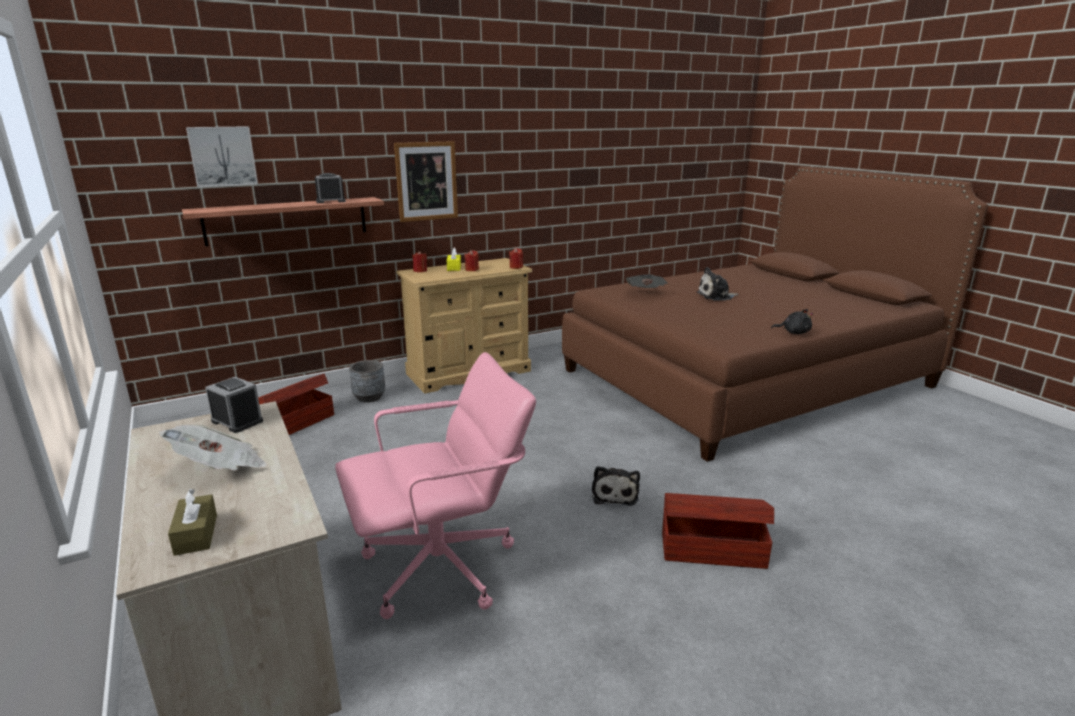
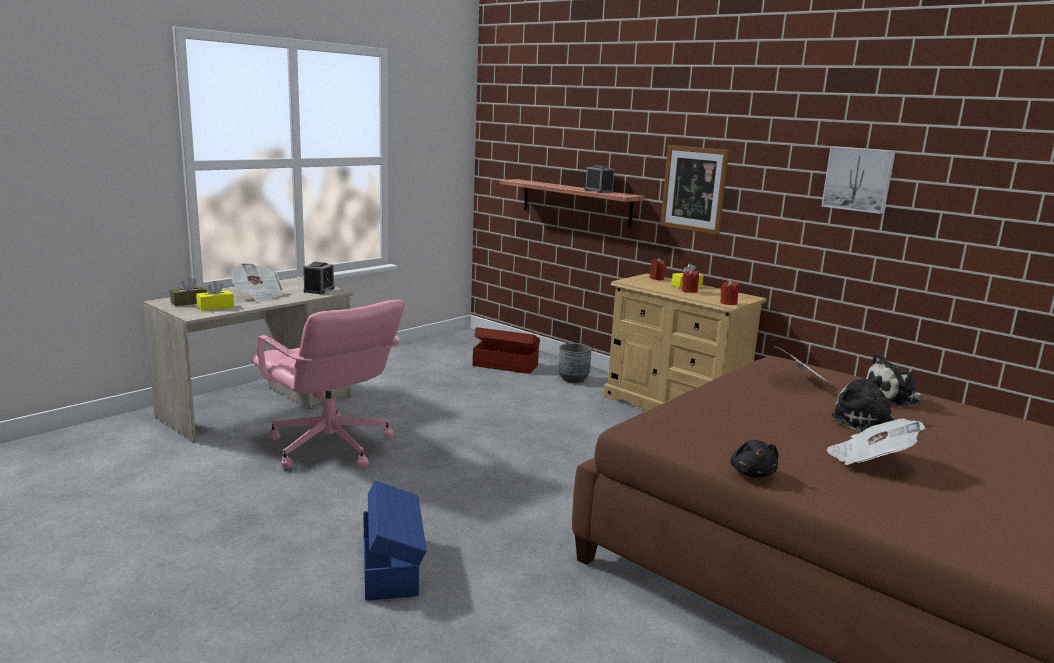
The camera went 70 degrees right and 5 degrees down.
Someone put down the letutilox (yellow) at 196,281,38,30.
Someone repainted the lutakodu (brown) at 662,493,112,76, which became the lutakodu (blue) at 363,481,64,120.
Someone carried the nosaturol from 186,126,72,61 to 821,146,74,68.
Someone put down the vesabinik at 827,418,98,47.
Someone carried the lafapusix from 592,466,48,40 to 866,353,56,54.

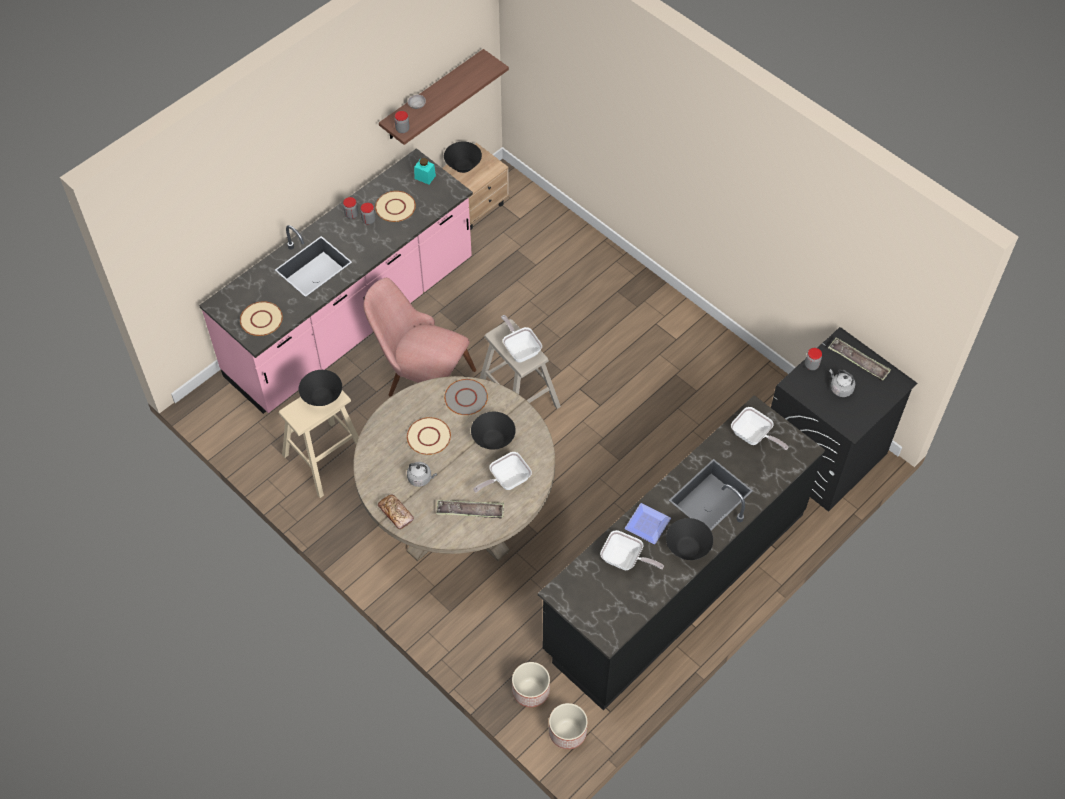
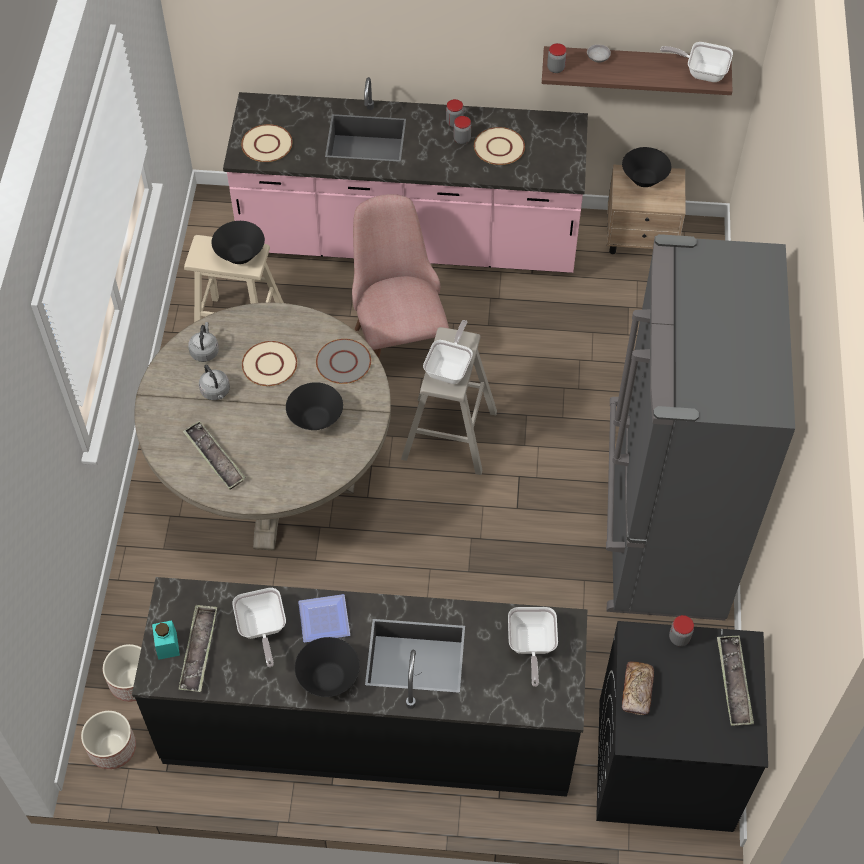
The camera went 50 degrees right and 0 degrees up.
Someone carried the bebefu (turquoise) from 414,158,22,27 to 152,620,28,40.
Someone put down the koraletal at 179,605,38,87.
Someone carried the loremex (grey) from 829,369,26,28 to 188,322,31,40.
Someone put down the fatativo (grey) at 606,234,189,387.
Someone carried the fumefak from 378,494,36,35 to 622,661,32,54.
Someone carried the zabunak from 473,452,59,40 to 660,42,73,40.

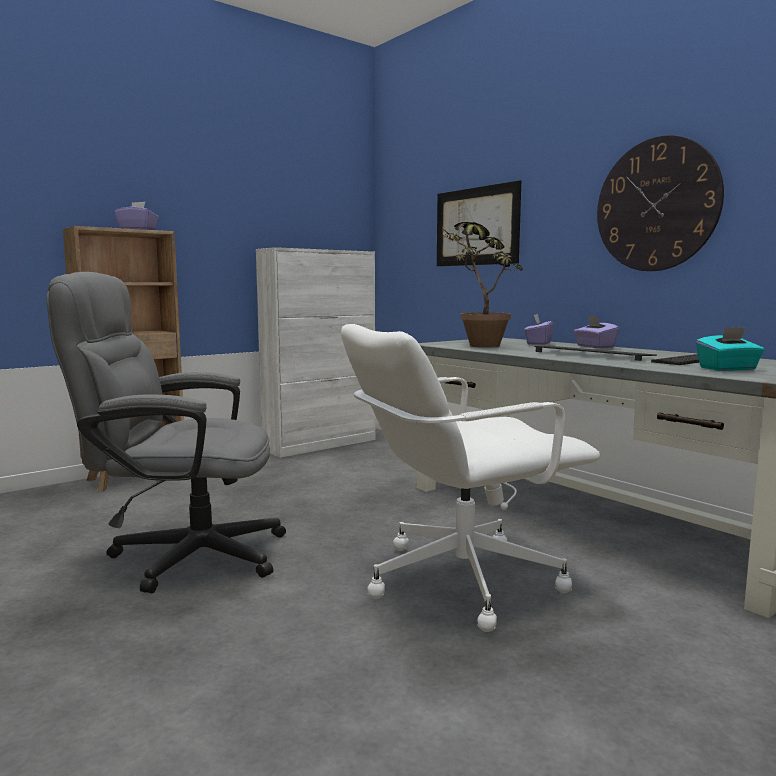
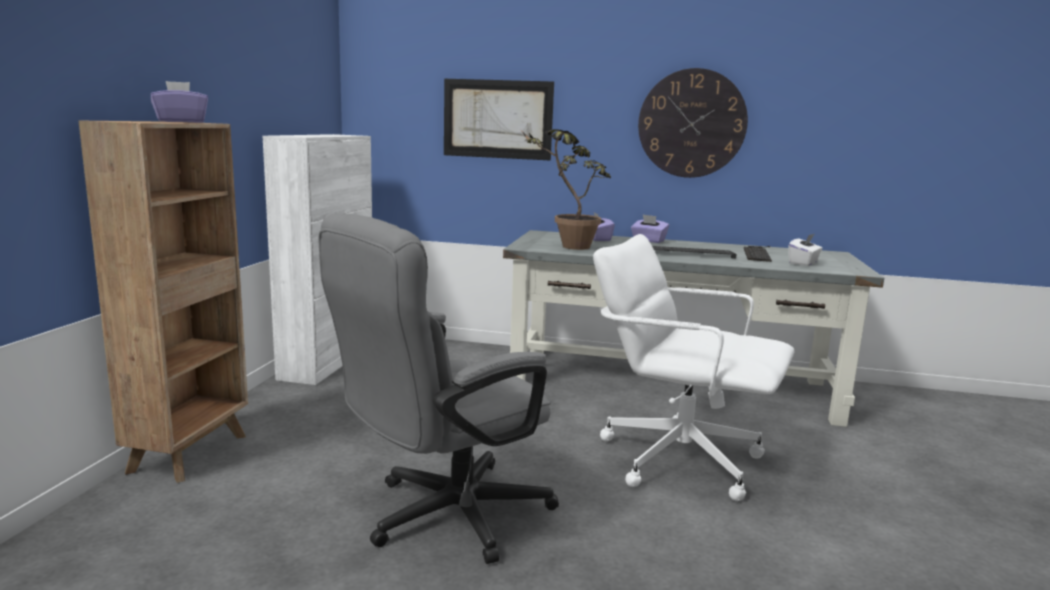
The camera went 40 degrees left and 5 degrees up.
Someone rotated the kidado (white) at 341,324,259,308 by 90 degrees clockwise.
Someone repainted the letutilox (turquoise) at 696,327,69,44, which became the letutilox (white) at 788,234,35,32.

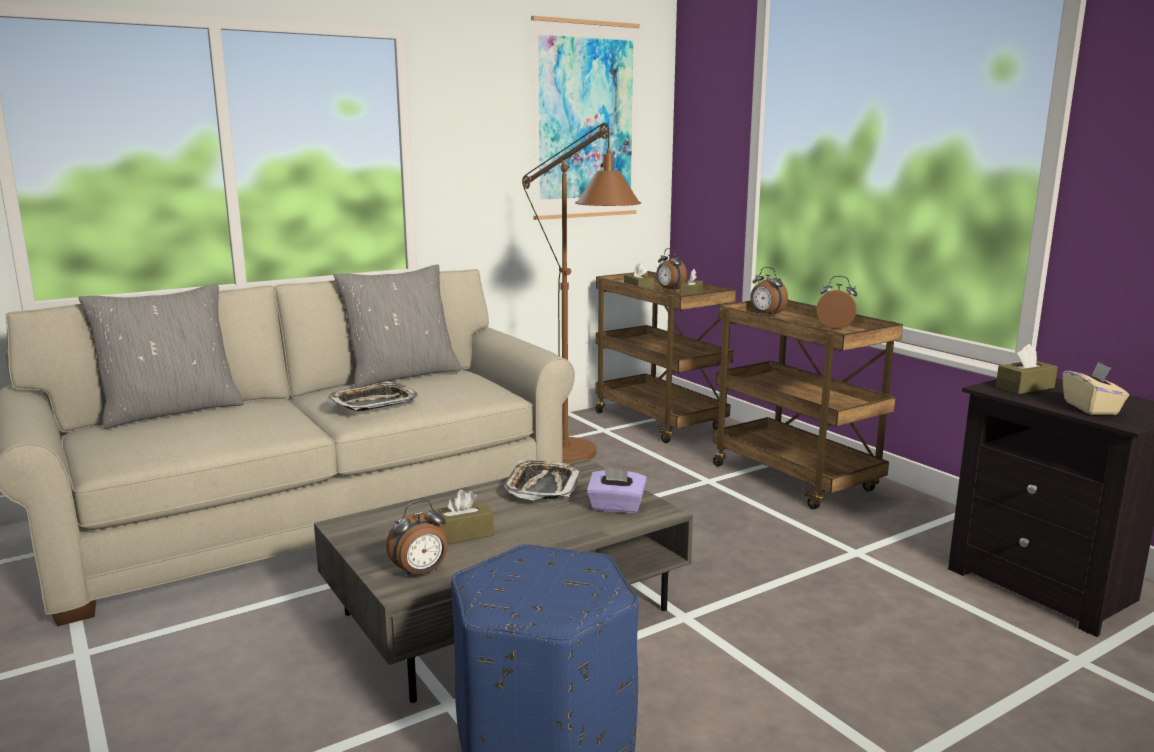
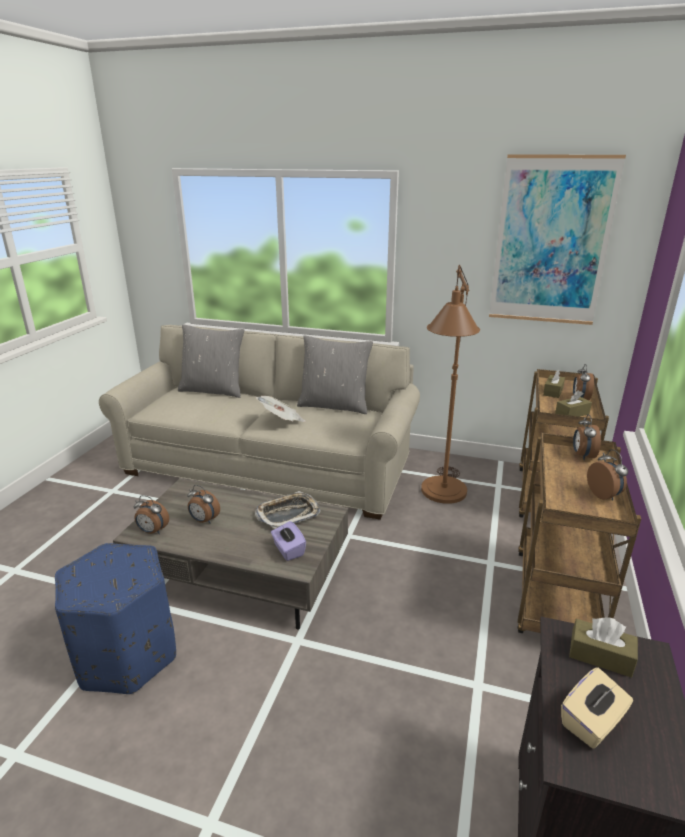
The camera went 50 degrees right and 10 degrees up.
Someone swapped the letutilox (brown) at 429,490,65,54 for the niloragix at 187,485,33,39.
Someone swapped the koraletal at 327,382,92,29 for the vesabinik at 256,396,50,26.

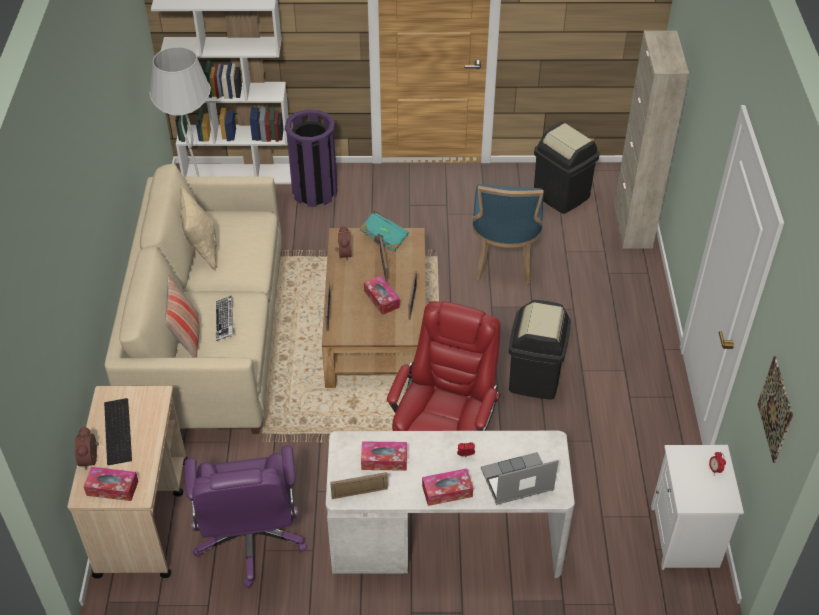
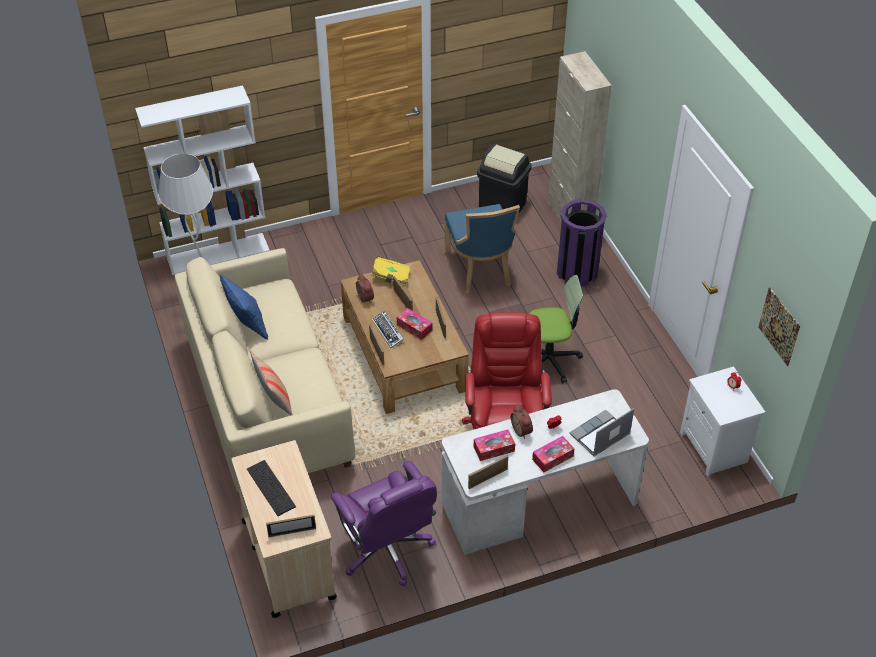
The camera went 20 degrees left and 0 degrees up.
Someone repainted the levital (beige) at 180,187,37,84, which became the levital (blue) at 220,275,48,64.
Someone swapped the letutilox at 83,467,55,34 for the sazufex at 266,515,50,22.
Someone repainted the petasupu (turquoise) at 360,211,49,41, which became the petasupu (yellow) at 371,256,39,30.
Someone carried the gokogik from 215,295,19,46 to 372,310,32,38.
Someone carried the niloragix from 75,426,24,44 to 511,405,22,34.
Someone swapped the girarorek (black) at 509,300,62,100 for the kidado at 529,275,54,108.
Someone carried the girarorek (purple) from 285,109,52,98 to 557,199,50,88.

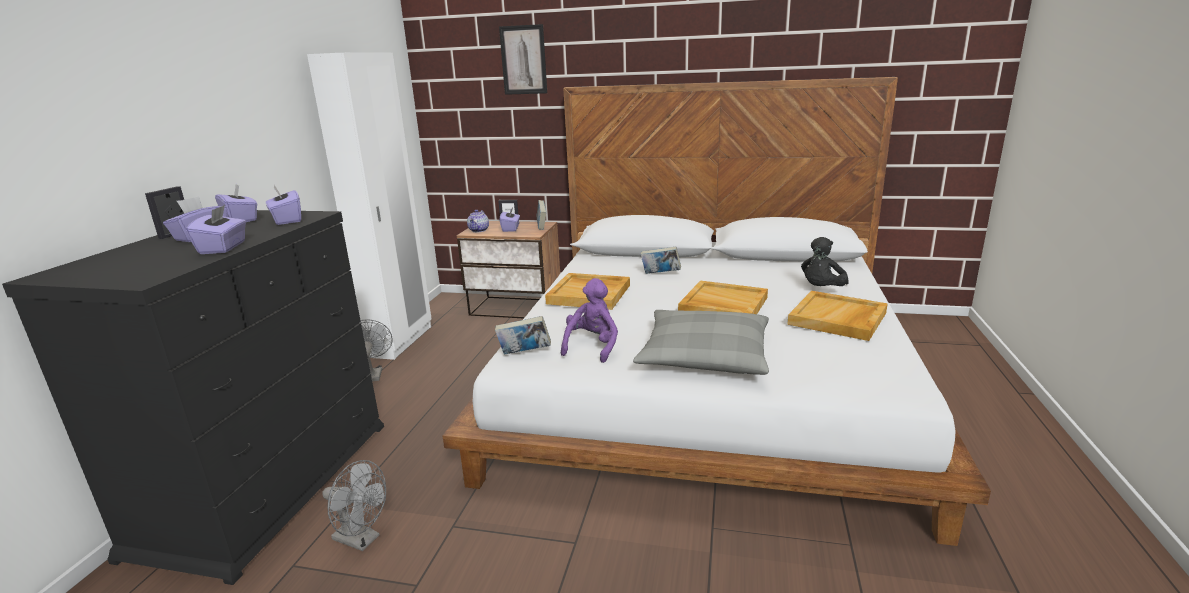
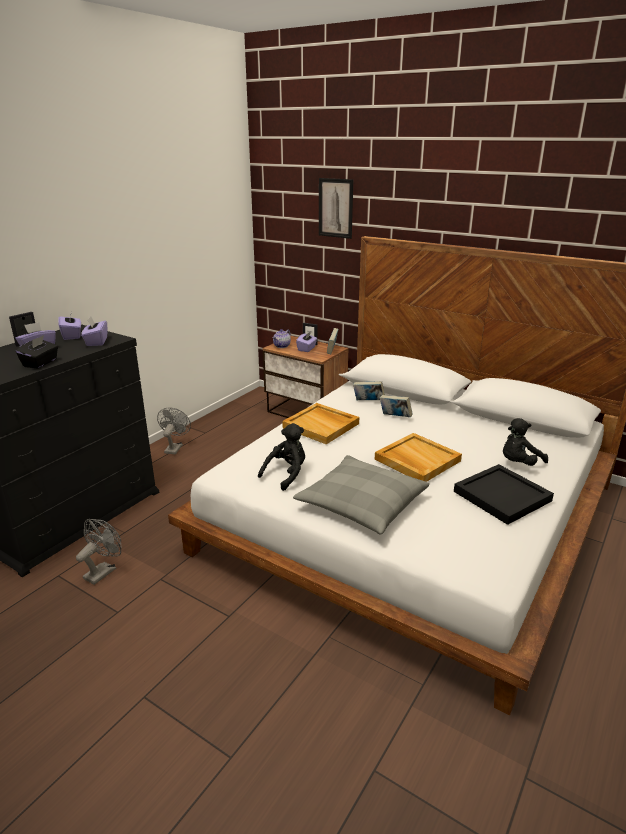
The camera went 20 degrees right and 5 degrees up.
Someone repainted the letutilox (purple) at 186,205,60,49, which became the letutilox (black) at 16,335,42,34.
Someone rotated the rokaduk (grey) at 322,460,64,91 by 105 degrees counterclockwise.
Someone repainted the lafapusix (purple) at 561,278,57,85, which became the lafapusix (black) at 258,423,47,68.
Someone carried the petasupu from 495,316,56,39 to 353,381,32,19.
Someone repainted the koraletal (beige) at 787,291,101,50, which became the koraletal (black) at 454,464,100,61.
Someone took away the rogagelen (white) at 307,52,125,308.

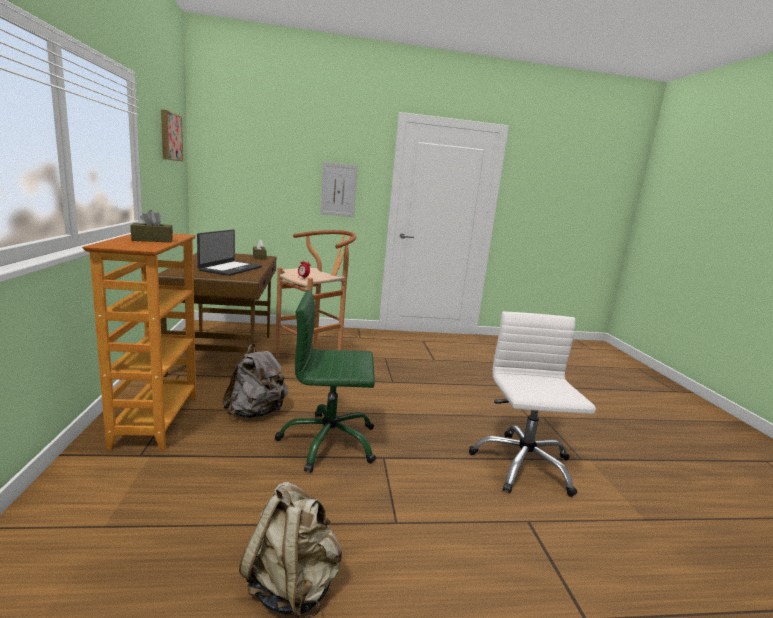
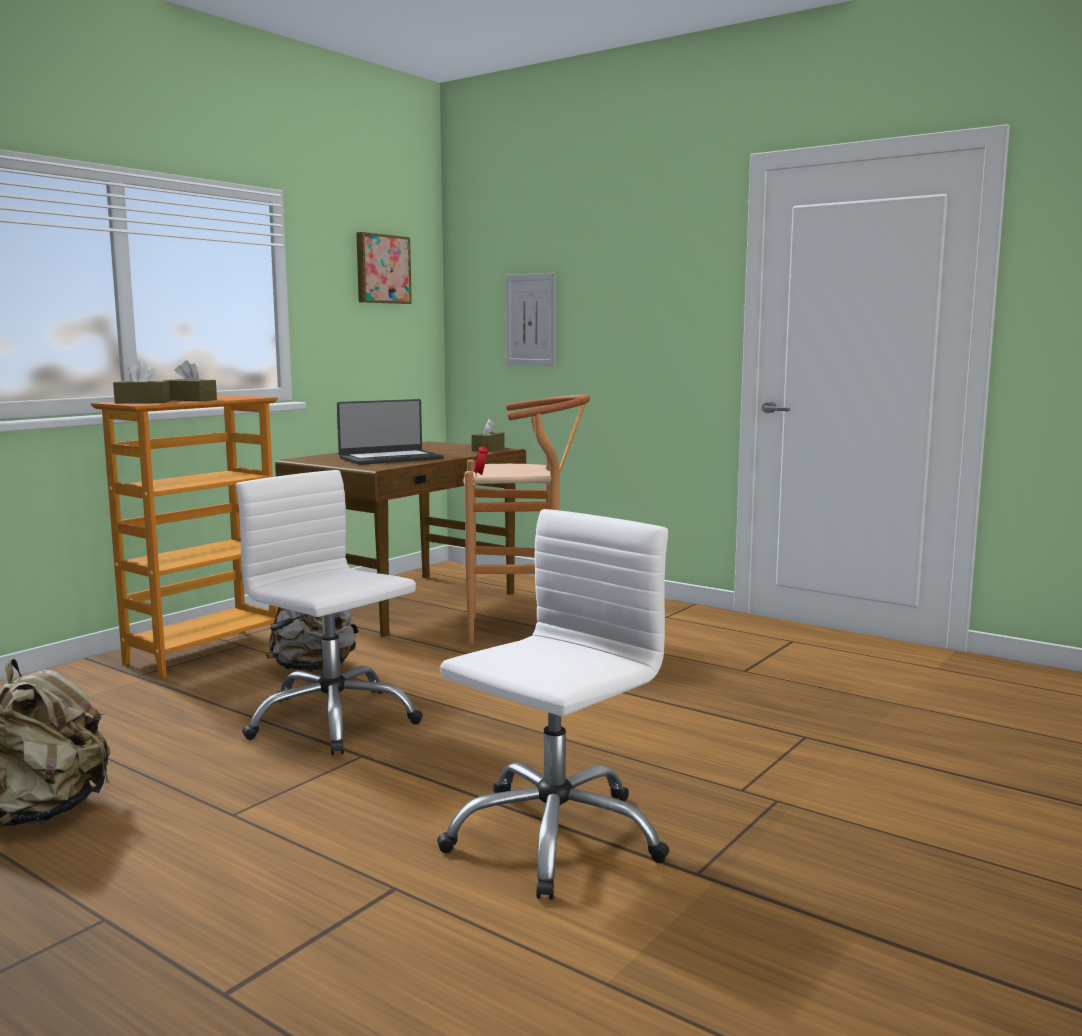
The camera went 45 degrees right and 5 degrees down.
Someone put down the letutilox (brown) at 113,361,57,42.
Someone repainted the kidado (green) at 275,290,101,183, which became the kidado (white) at 236,470,187,285.
Someone carried the nosaturol from 320,162,38,55 to 505,273,51,93.

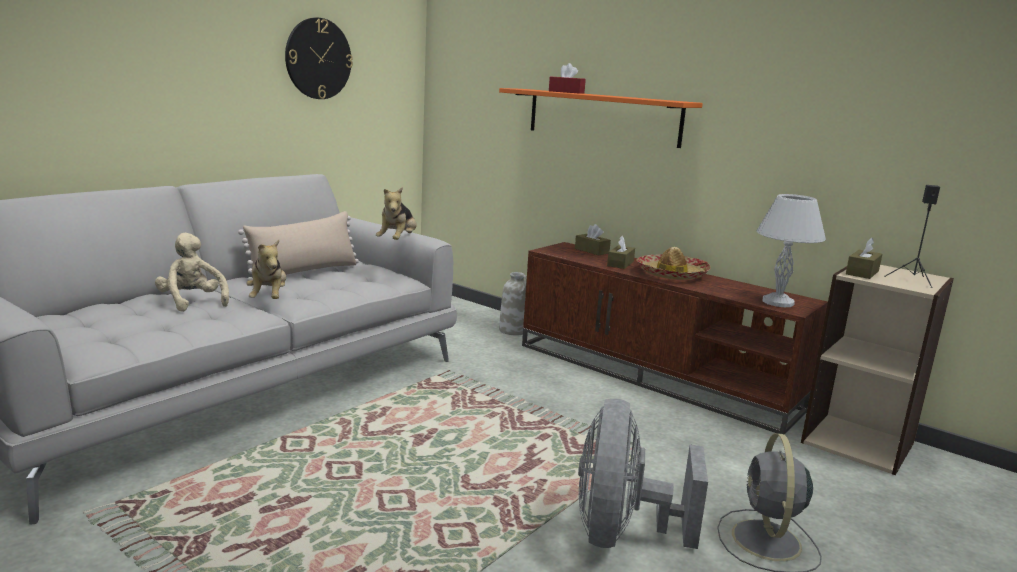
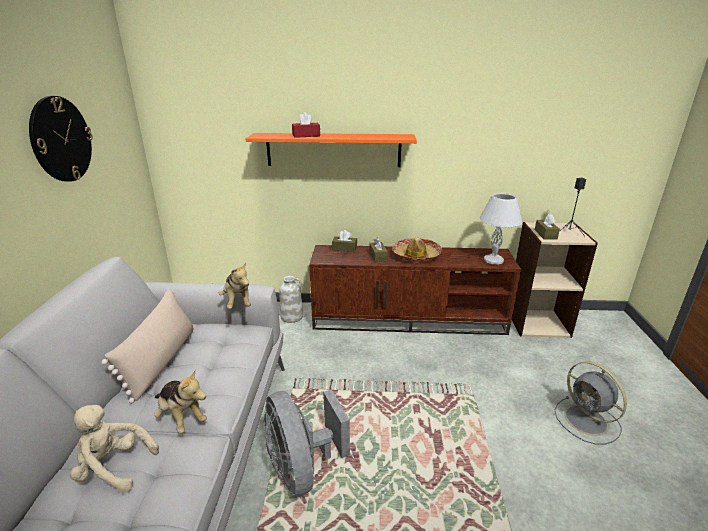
The camera went 35 degrees left and 10 degrees up.
Someone carried the rokaduk (grey) from 578,399,130,150 to 264,390,86,107.

